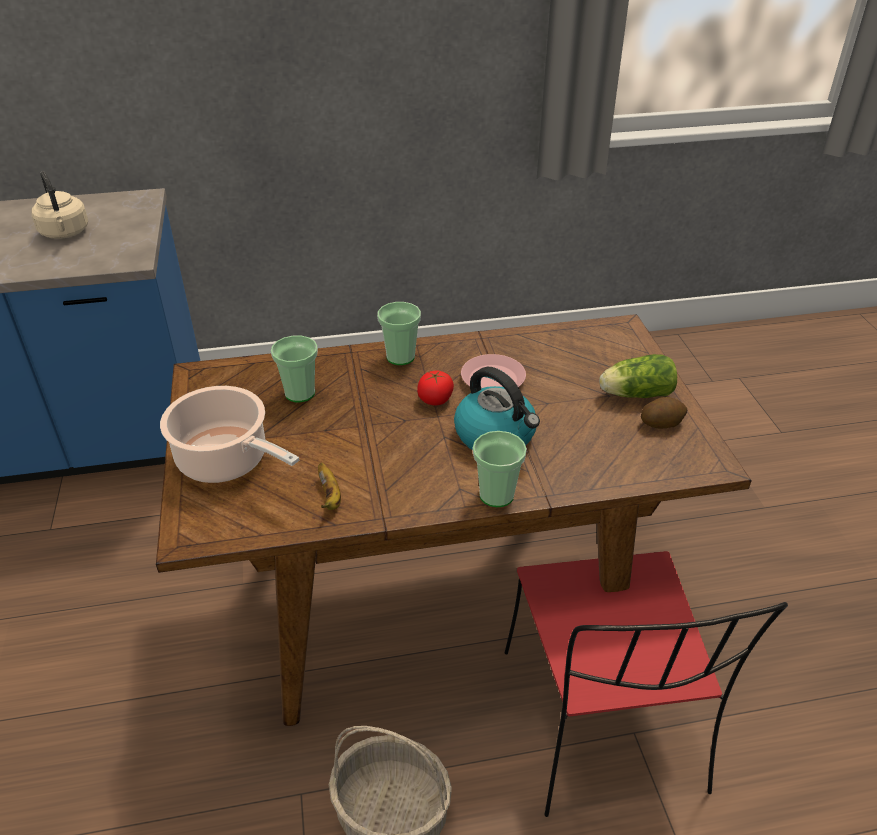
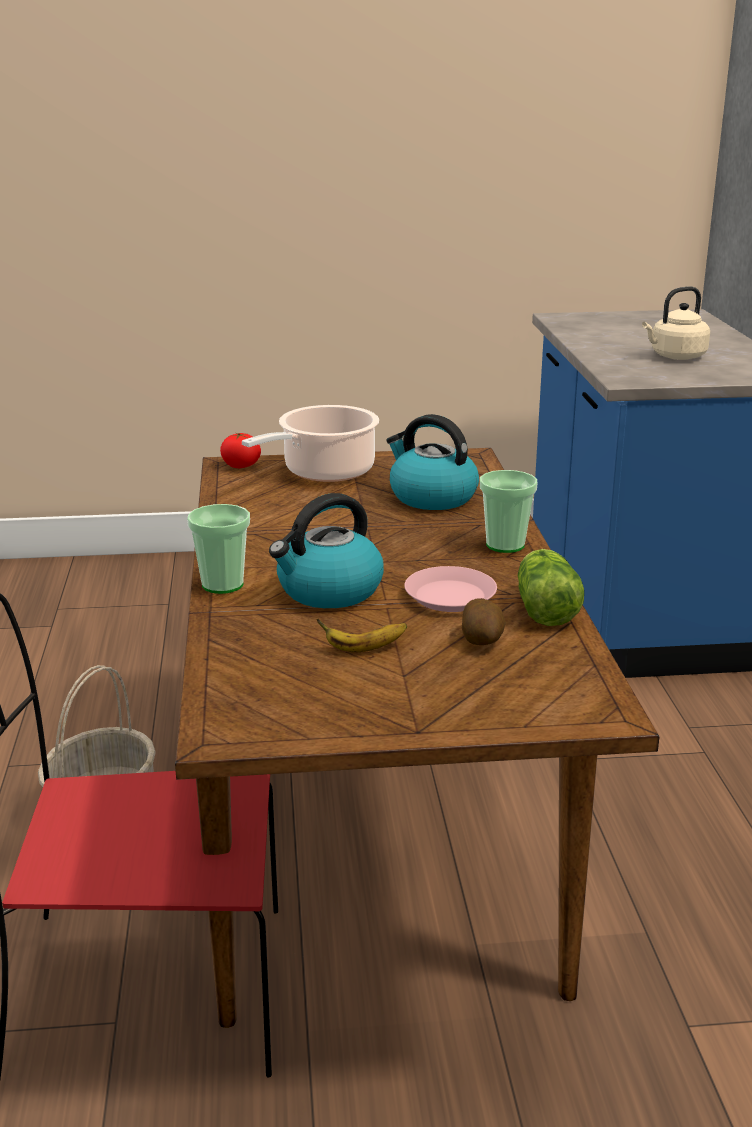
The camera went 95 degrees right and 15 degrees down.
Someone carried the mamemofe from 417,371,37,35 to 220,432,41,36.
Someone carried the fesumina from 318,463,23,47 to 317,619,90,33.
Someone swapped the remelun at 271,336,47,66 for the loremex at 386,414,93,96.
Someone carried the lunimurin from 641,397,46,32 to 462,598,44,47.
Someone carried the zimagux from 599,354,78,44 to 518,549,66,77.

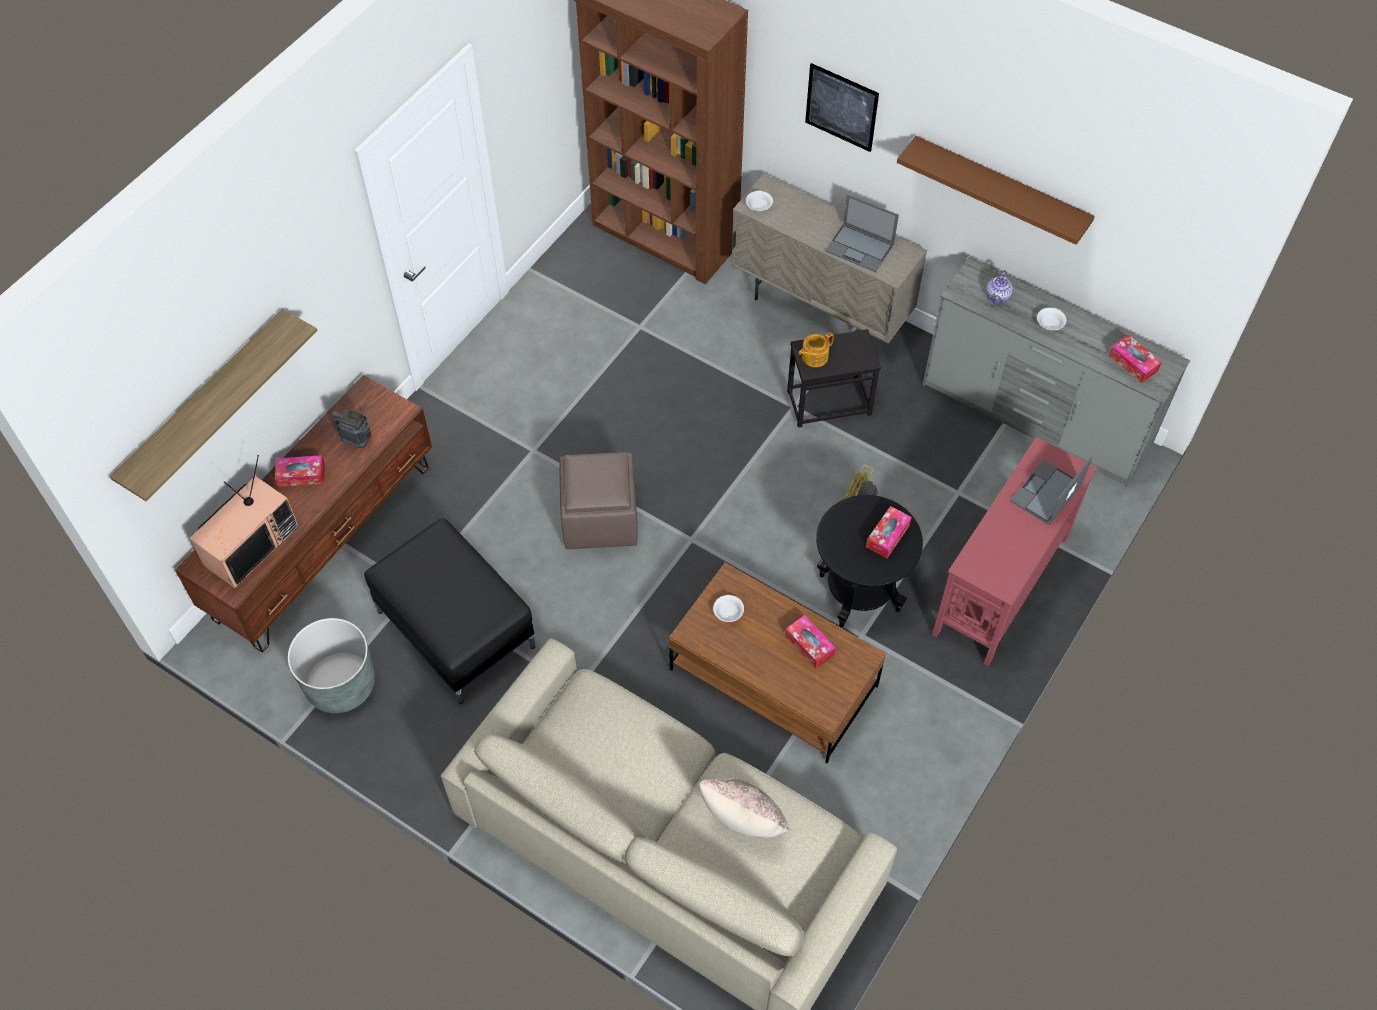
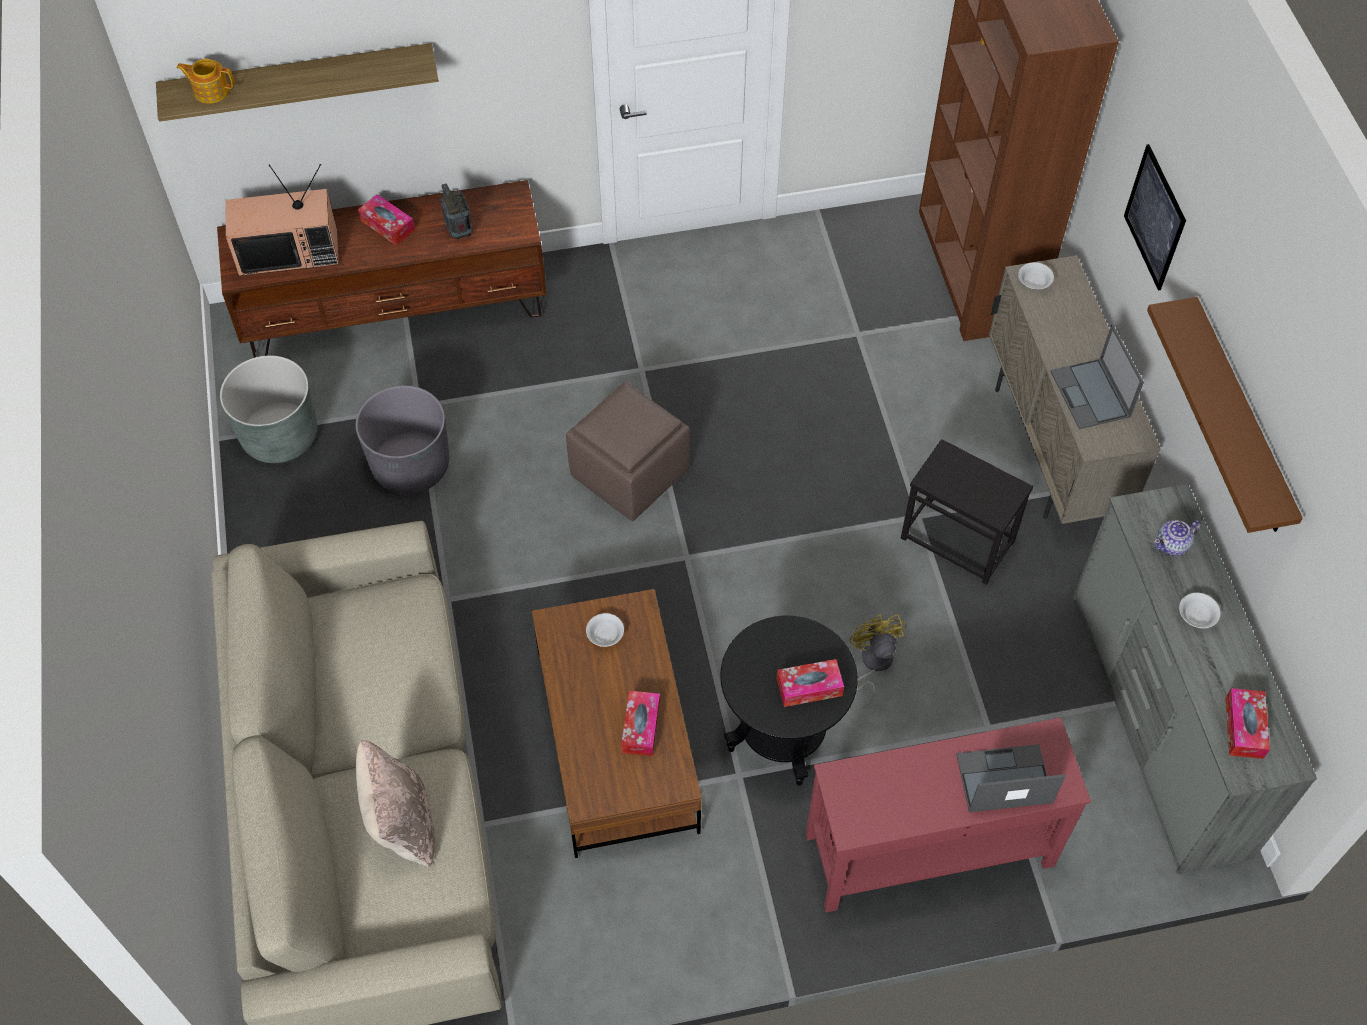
The camera went 45 degrees right and 0 degrees up.
Someone carried the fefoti from 799,332,35,35 to 176,59,58,45.
Someone swapped the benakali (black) at 364,518,171,186 for the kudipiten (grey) at 356,385,93,109.

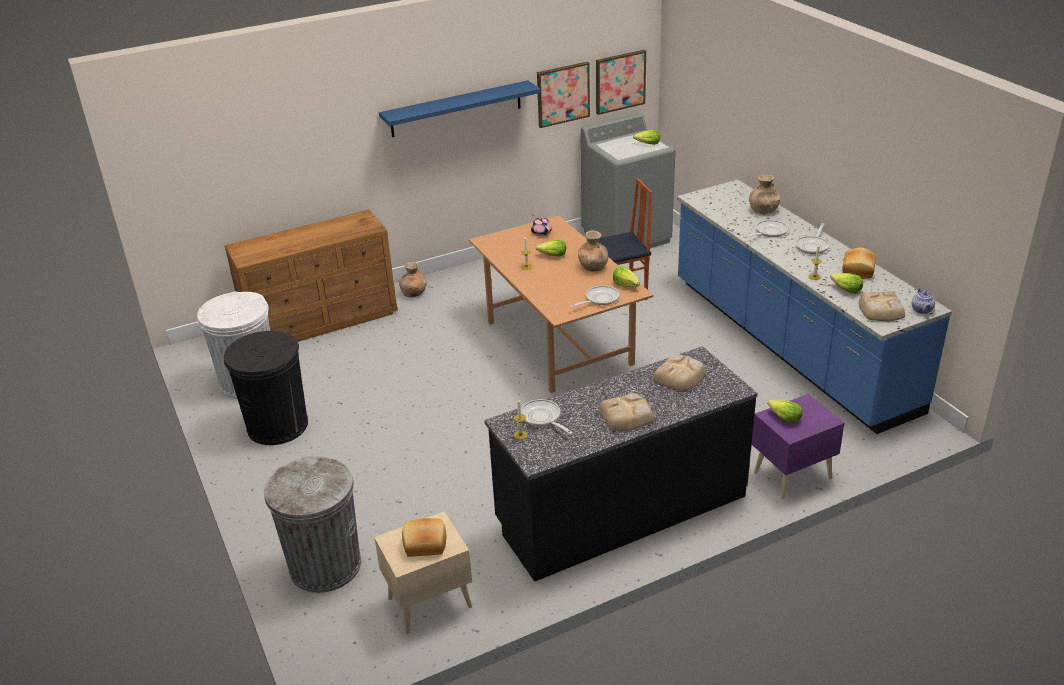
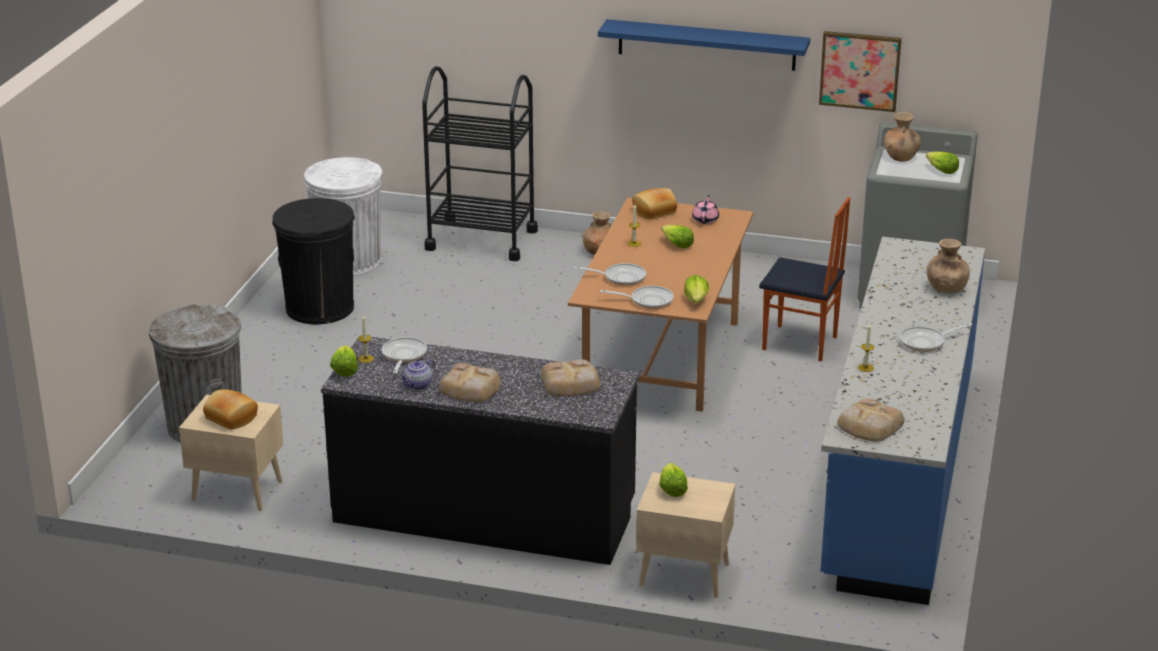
The camera went 40 degrees right and 5 degrees down.
Someone carried the zimagux from 830,273,33,20 to 330,345,28,32.
Someone carried the fefoti from 912,288,23,26 to 400,359,36,31.
Someone swapped the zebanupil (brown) at 225,210,173,132 for the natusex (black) at 422,66,116,195.
Someone carried the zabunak from 744,220,44,18 to 574,263,72,22.
Someone carried the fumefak from 842,247,34,32 to 632,188,45,31.
Someone repainted the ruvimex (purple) at 752,394,92,105, which became the ruvimex (beige) at 636,472,99,126.
Someone carried the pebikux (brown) from 578,231,30,41 to 884,112,37,50.
Someone took away the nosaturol at 596,50,50,65.

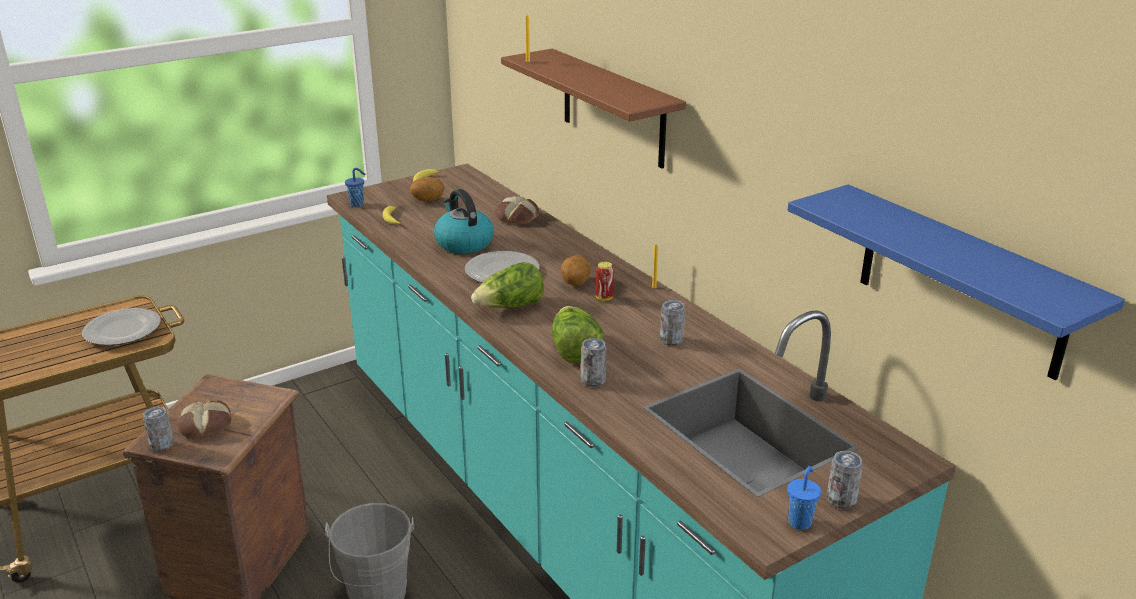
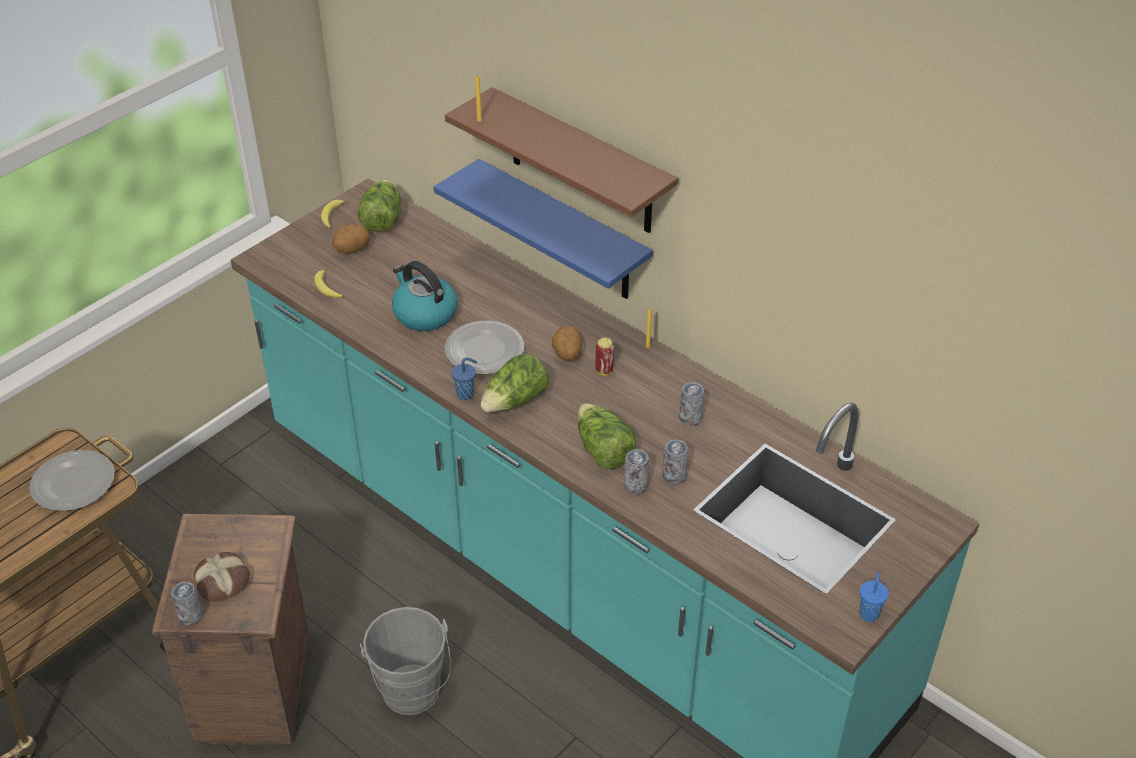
The camera went 15 degrees left and 15 degrees up.
Someone put down the zimagux at 357,179,44,53.
Someone carried the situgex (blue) from 788,184,337,196 to 433,159,220,140.
Someone carried the remelun (blue) from 345,168,20,39 to 451,357,26,44.
Someone carried the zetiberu from 826,451,37,58 to 662,440,26,45.
Someone took away the fumefak at 495,196,45,28.

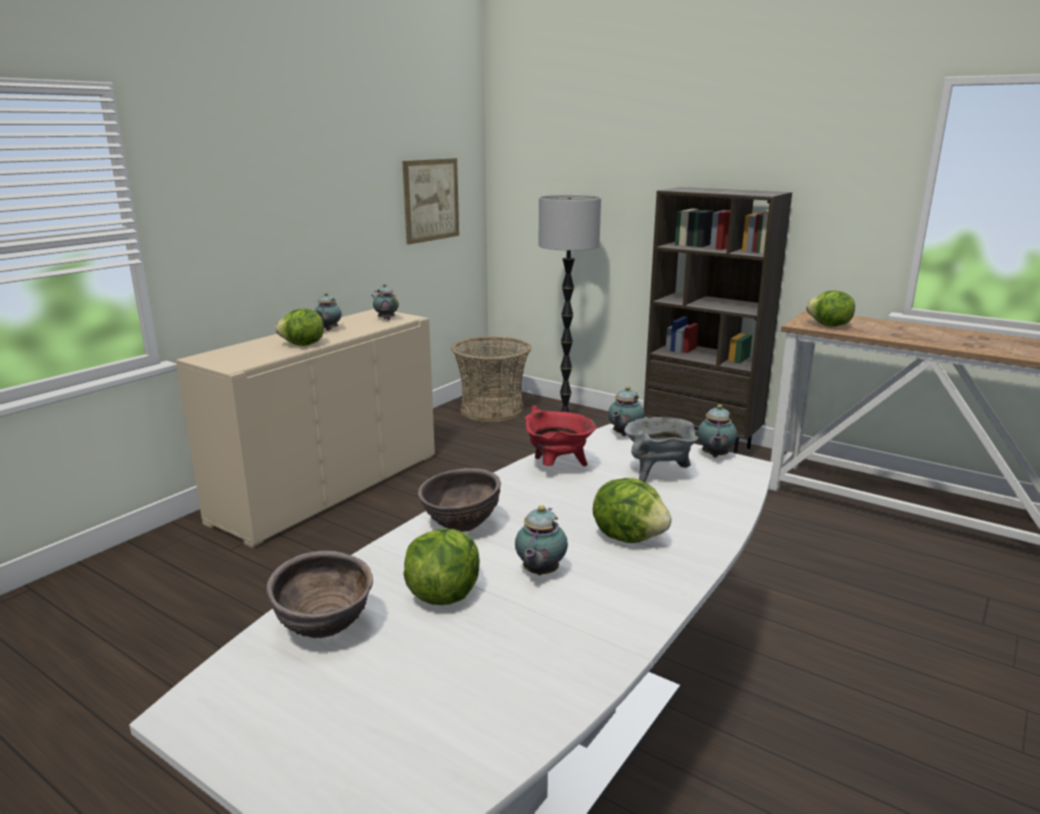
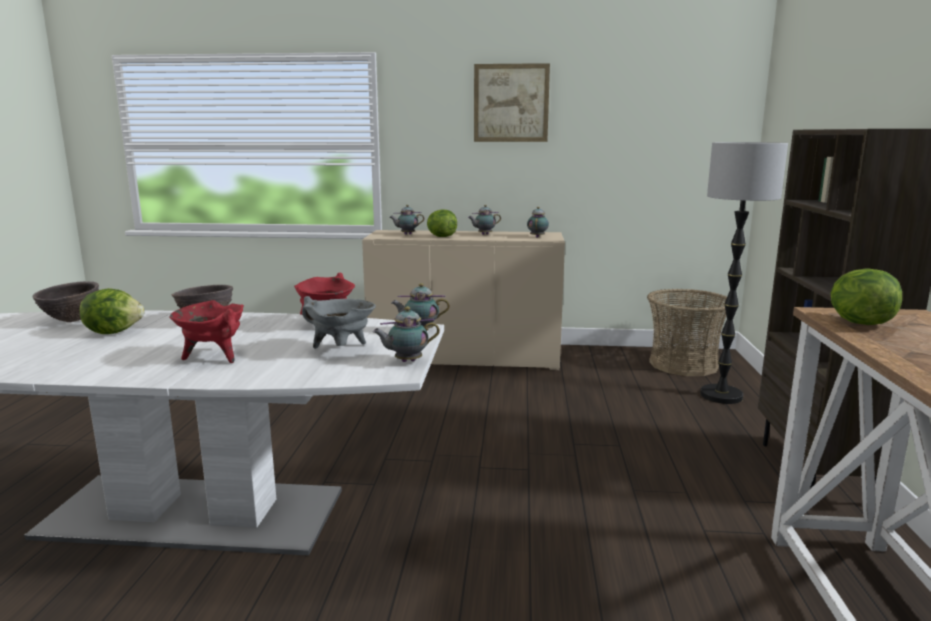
The camera went 60 degrees right and 5 degrees down.
Someone swapped the zimagux at 593,478,79,65 for the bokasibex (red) at 169,300,75,63.
Someone carried the fefoti from 515,505,53,70 to 390,205,34,30.
Someone carried the nosaturol from 402,158,57,86 to 474,63,76,79.

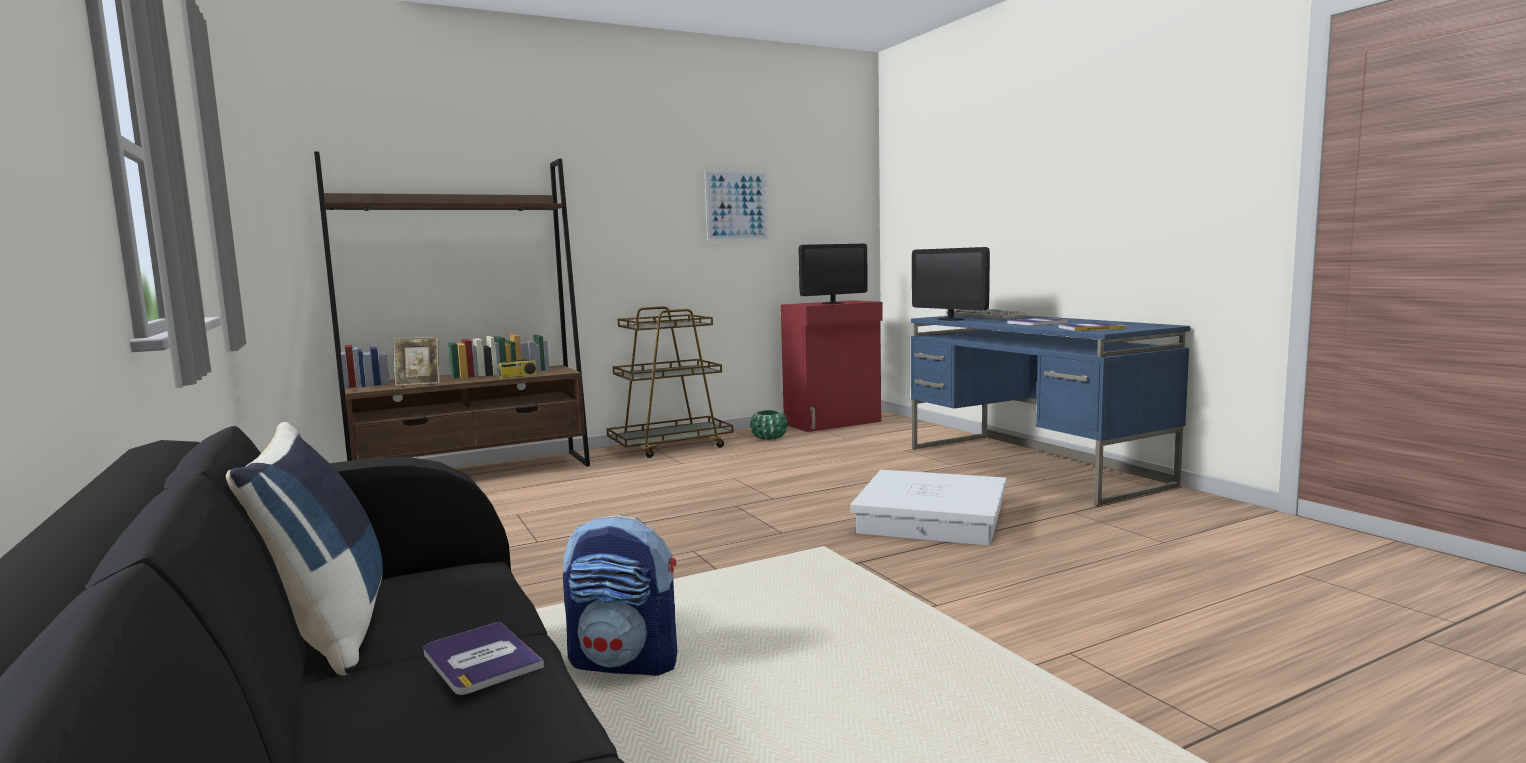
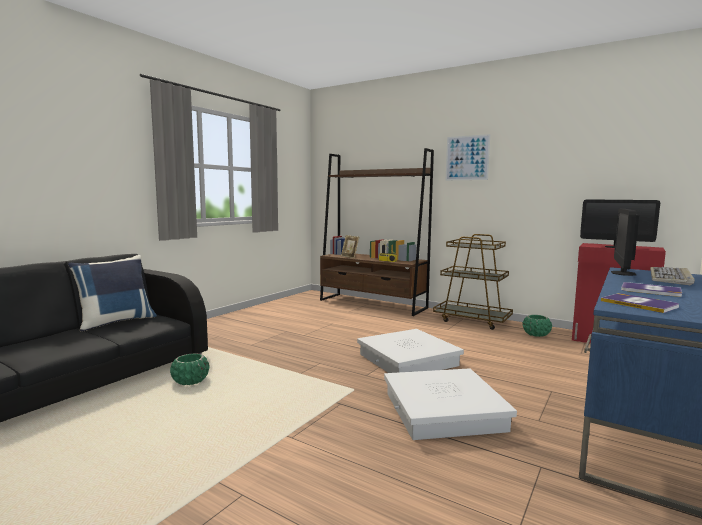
The camera went 60 degrees right and 0 degrees up.
Someone swapped the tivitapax at 563,515,114,161 for the kudipiten (green) at 170,353,40,32.
Someone put down the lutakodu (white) at 357,329,107,44.
Someone carried the nosaturol from 705,170,64,71 to 446,134,44,46.
Someone took away the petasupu at 423,621,121,74.

